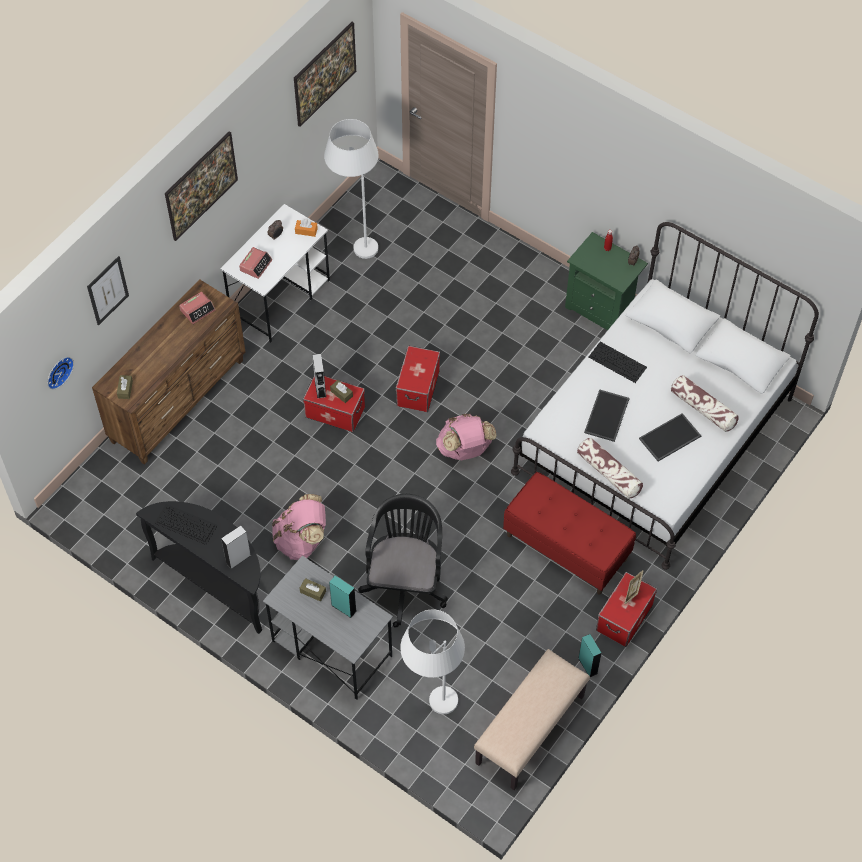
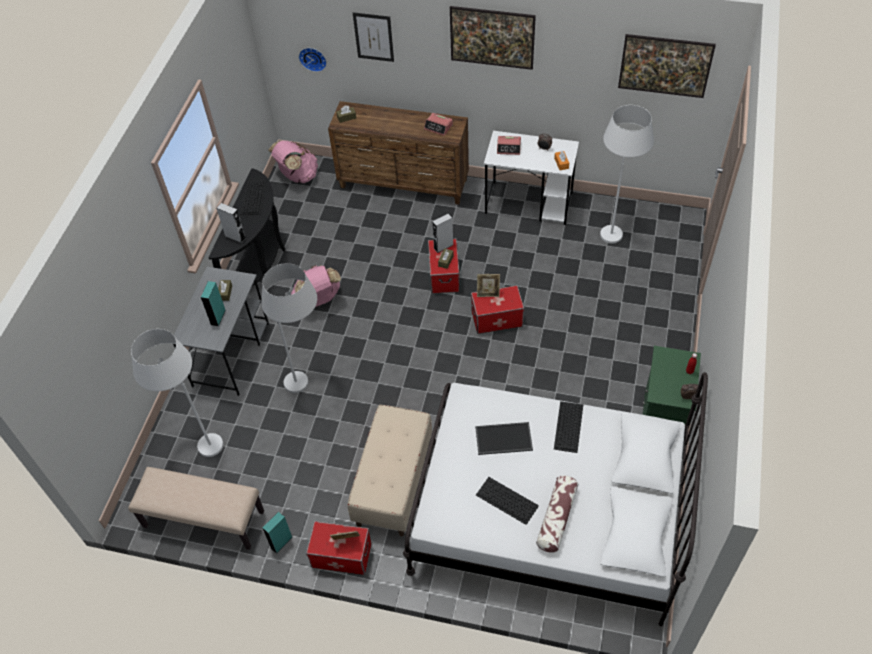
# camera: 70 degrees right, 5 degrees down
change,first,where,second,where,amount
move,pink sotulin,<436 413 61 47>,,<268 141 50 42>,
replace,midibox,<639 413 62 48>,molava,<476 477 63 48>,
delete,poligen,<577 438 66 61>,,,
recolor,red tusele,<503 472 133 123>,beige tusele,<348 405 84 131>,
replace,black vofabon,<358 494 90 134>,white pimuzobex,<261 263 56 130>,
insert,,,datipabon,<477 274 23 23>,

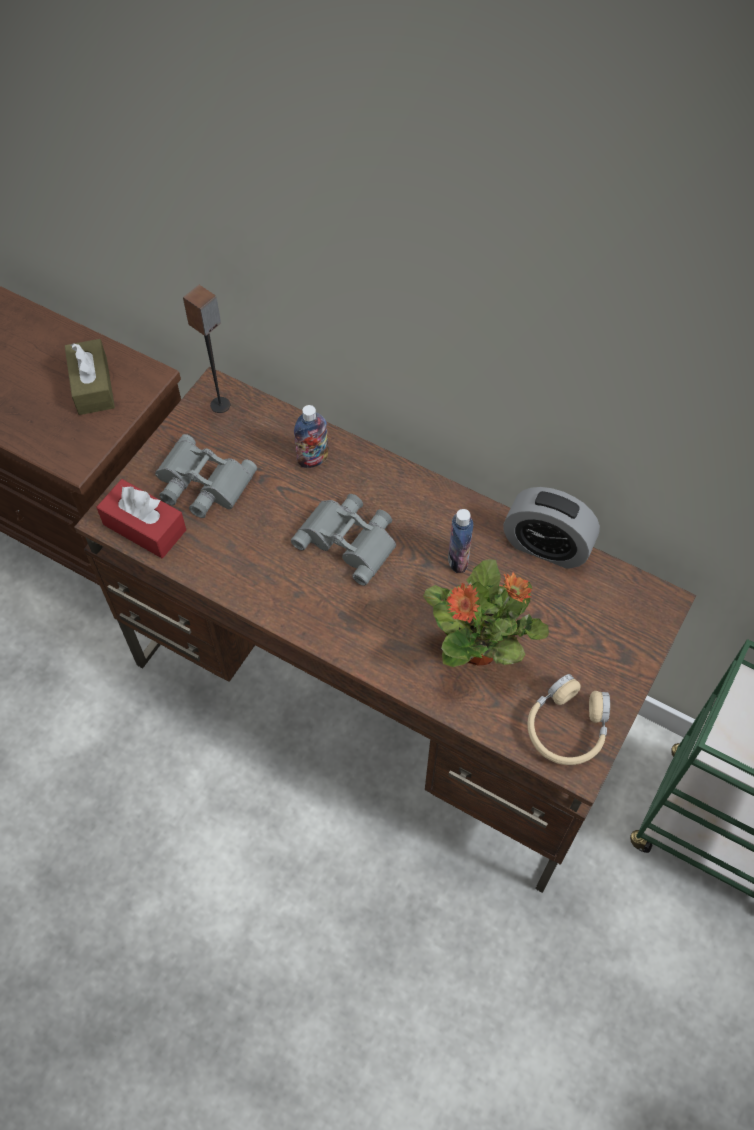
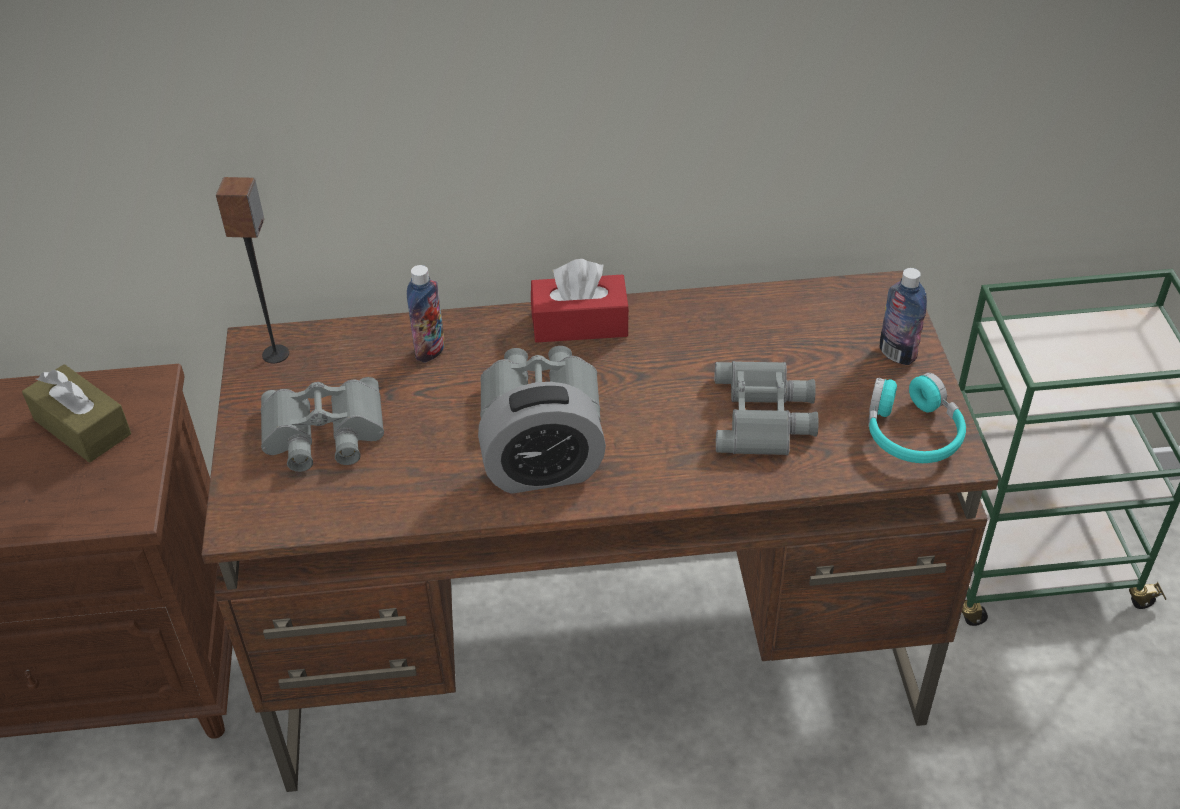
# camera: 35 degrees left, 15 degrees down
change,first,where,second,where,amount
move,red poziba,<97 479 89 79>,,<531 259 98 84>,
move,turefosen,<503 487 97 81>,,<478 382 128 112>,
move,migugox,<448 509 25 64>,,<880 268 47 97>,
replace,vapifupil,<423 559 126 108>,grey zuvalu,<715 361 104 94>,
recolor,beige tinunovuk,<527 674 83 91>,turquoise tinunovuk,<868 373 98 90>,

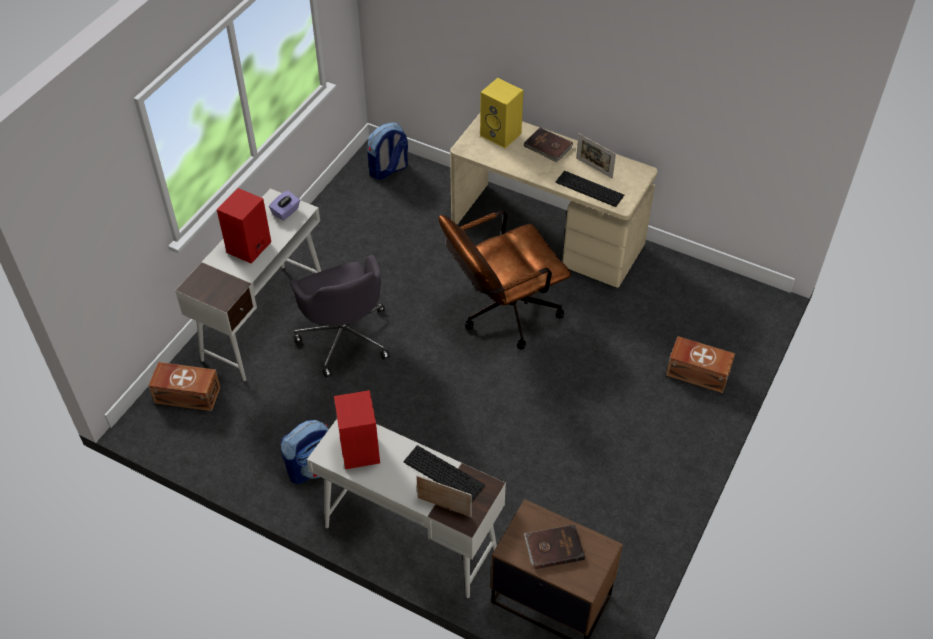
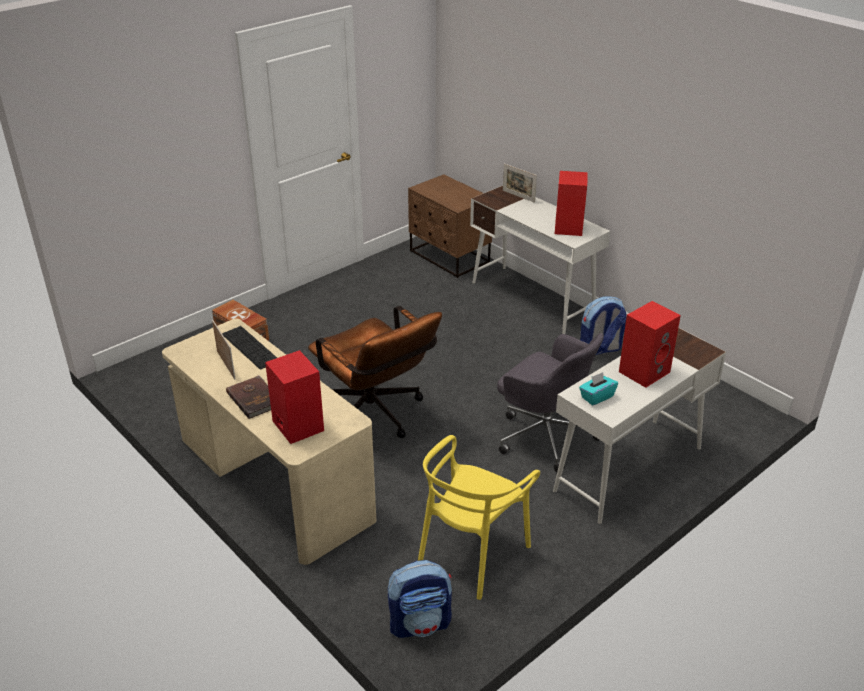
# camera: 160 degrees left, 15 degrees down
change,first,where,second,where,amount
recolor,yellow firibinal,<480 78 43 70>,red firibinal,<265 350 59 94>,
recolor,purple poziba,<269 191 31 30>,turquoise poziba,<579 372 39 34>,
rotate,brown vofabon,<439 210 132 139>,,<308 306 134 132>,60 degrees clockwise
rotate,grey vofabon,<289 255 101 122>,,<497 333 107 139>,135 degrees clockwise
delete,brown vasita,<148 362 73 49>,,,
delete,molava,<403 445 82 58>,,,
delete,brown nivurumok,<524 524 61 45>,,,
insert,,,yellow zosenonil,<418 435 122 165>,

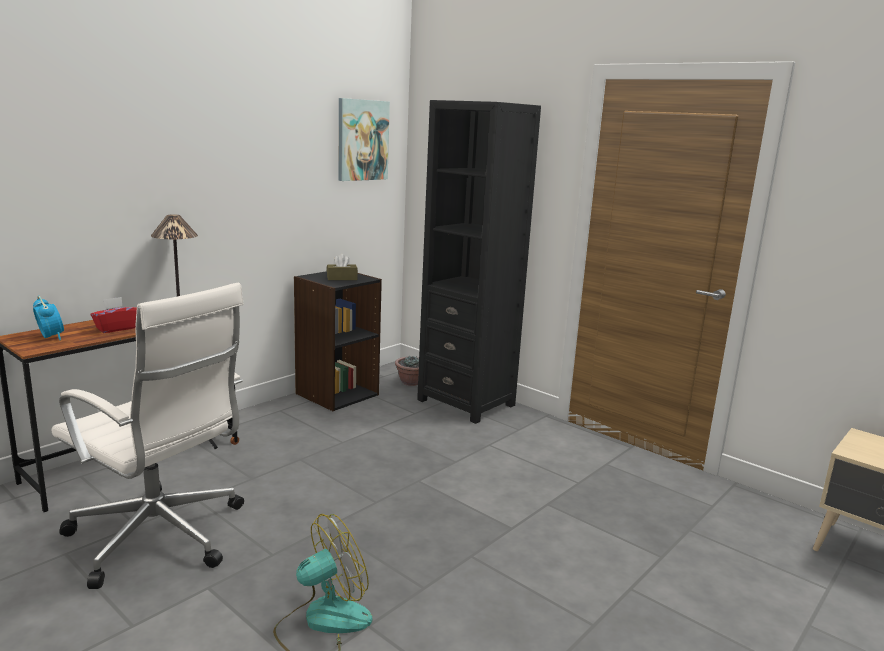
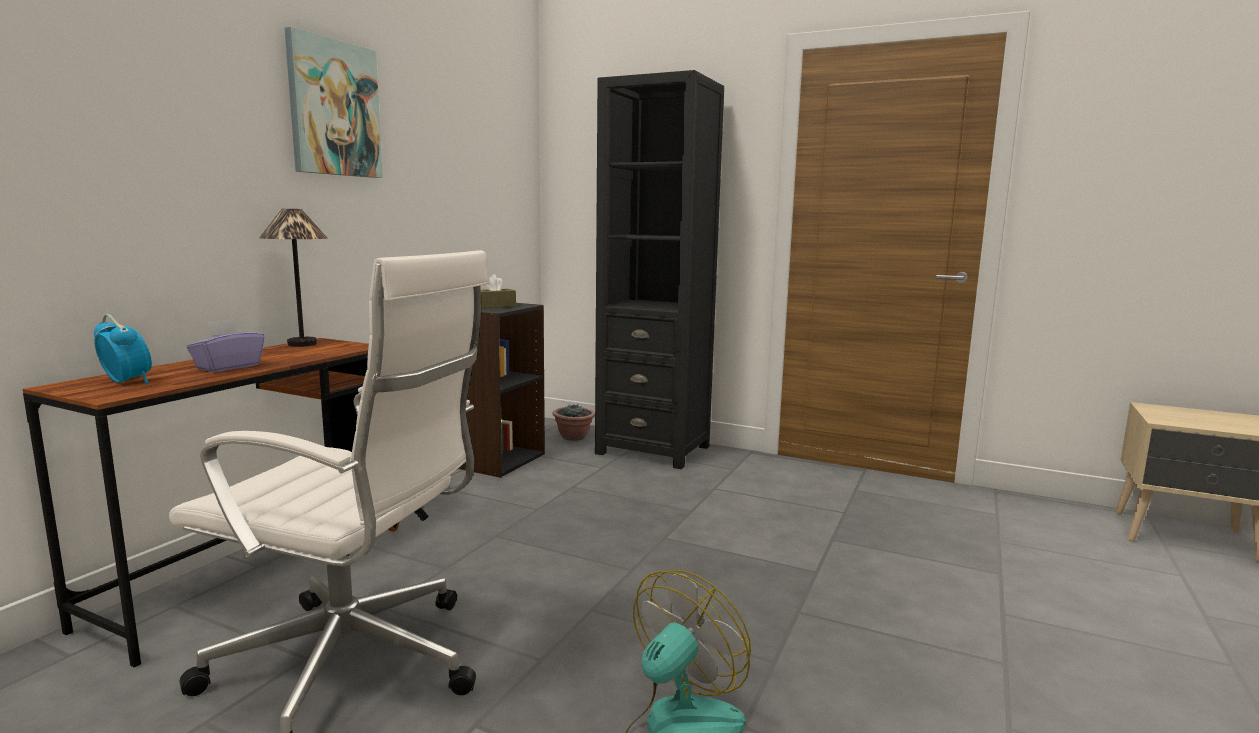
# camera: 15 degrees left, 5 degrees down
change,first,where,second,where,amount
move,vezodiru,<338 98 52 83>,,<285 27 98 151>,
recolor,red poziba,<91 297 46 36>,purple poziba,<187 319 78 53>,

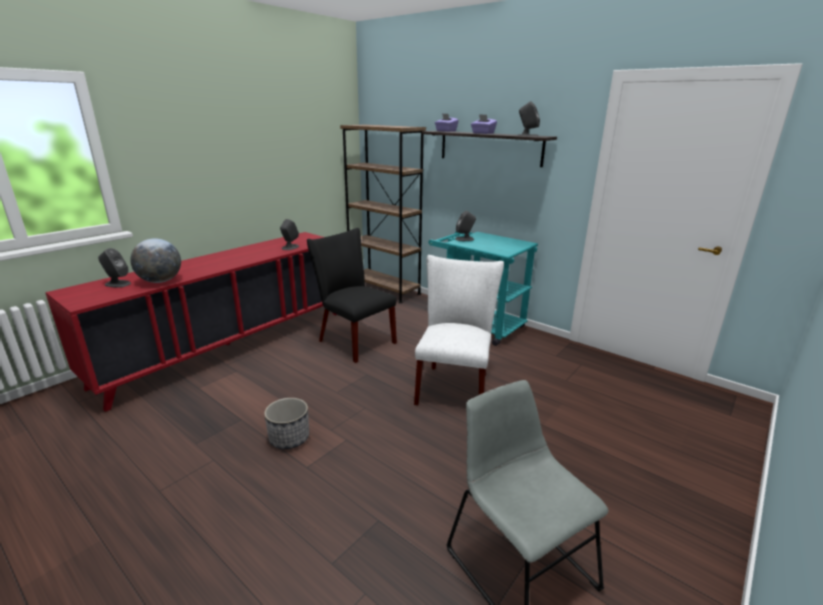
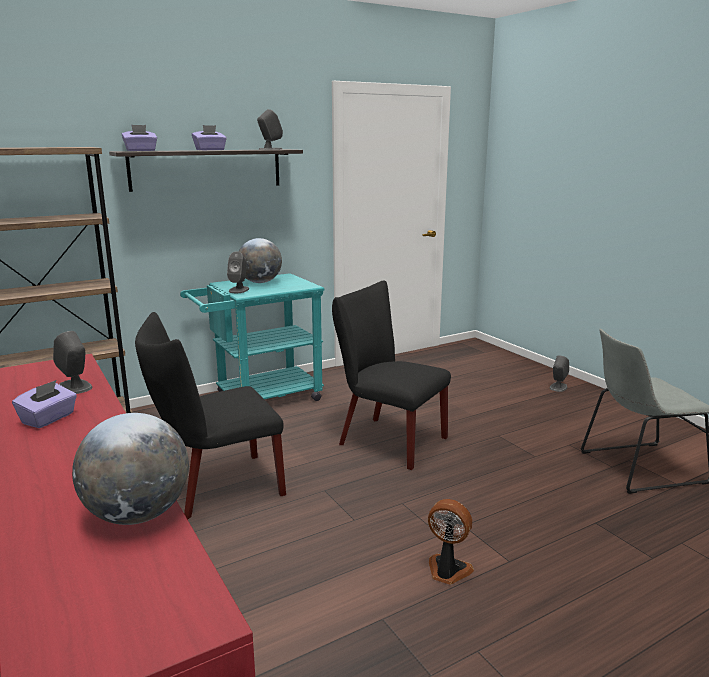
# camera: 70 degrees left, 5 degrees down
change,first,where,second,where,amount
move,grey firibinal,<98 248 33 40>,,<549 356 20 36>,
recolor,white zosenonil,<414 255 90 150>,black zosenonil,<332 280 119 190>,
replace,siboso,<264 398 45 51>,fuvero,<428 499 46 86>,
insert,,,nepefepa,<239 238 43 45>,
insert,,,purple poziba,<12 380 65 48>,

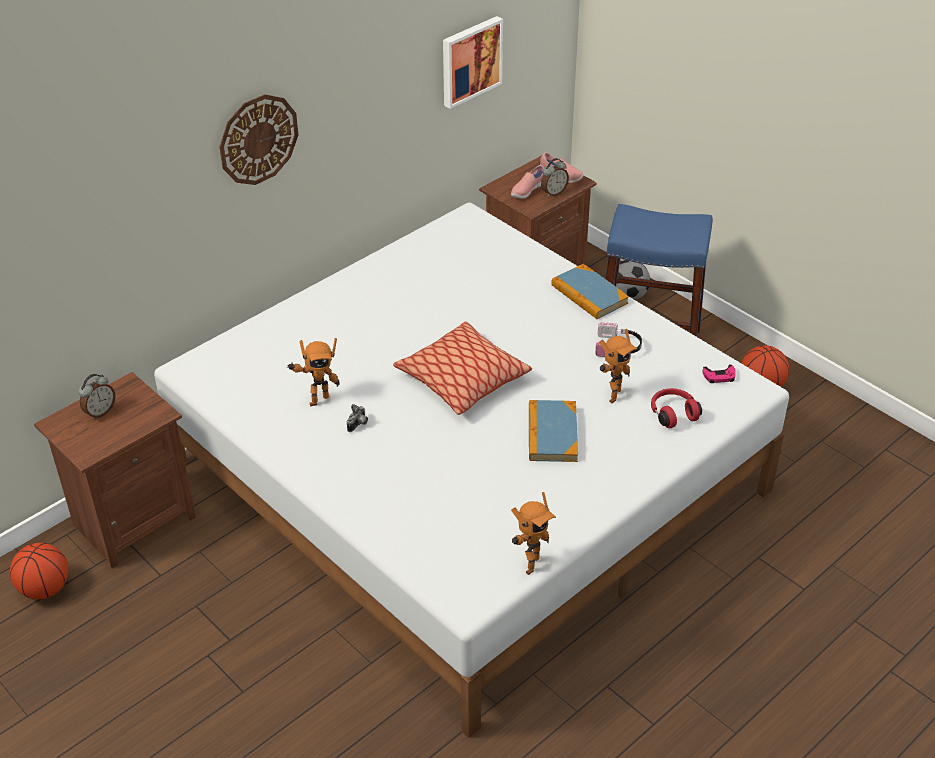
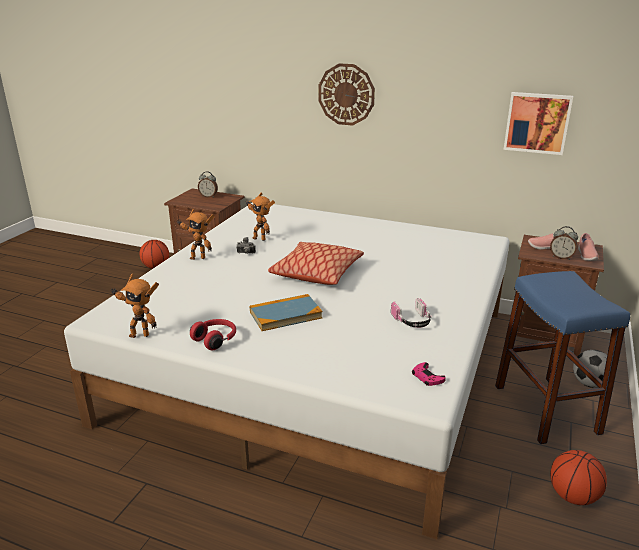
# camera: 65 degrees right, 15 degrees down
change,first,where,second,where,amount
delete,nivurumok,<551 264 78 55>,,,
move,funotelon,<599 329 39 74>,,<176 208 39 52>,
move,red tinunovuk,<651 388 51 40>,,<190 319 46 31>,

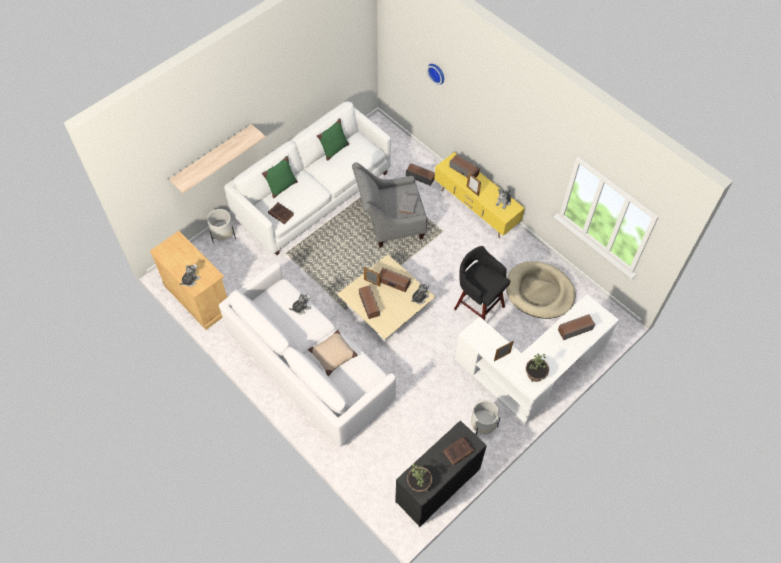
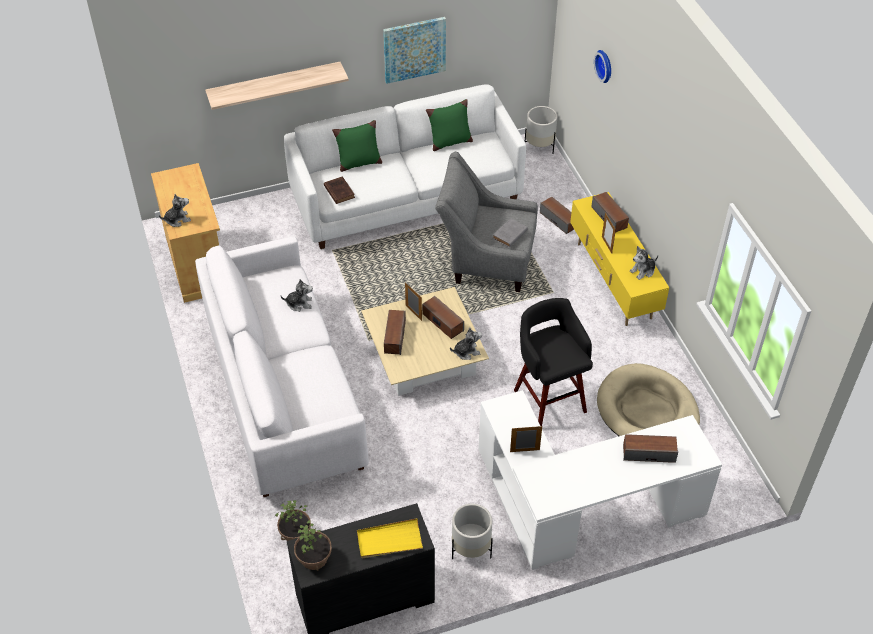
# camera: 25 degrees right, 10 degrees down
change,first,where,second,where,amount
move,white siboso,<207 209 29 34>,,<525 106 33 48>,
delete,beige poligen,<308 330 50 46>,,,
move,vapifupil,<526 354 23 28>,,<275 500 36 41>,
replace,brown nivurumok,<443 436 31 30>,yellow midibox,<357 518 66 40>,
insert,,,vezodiru,<383 17 63 67>,

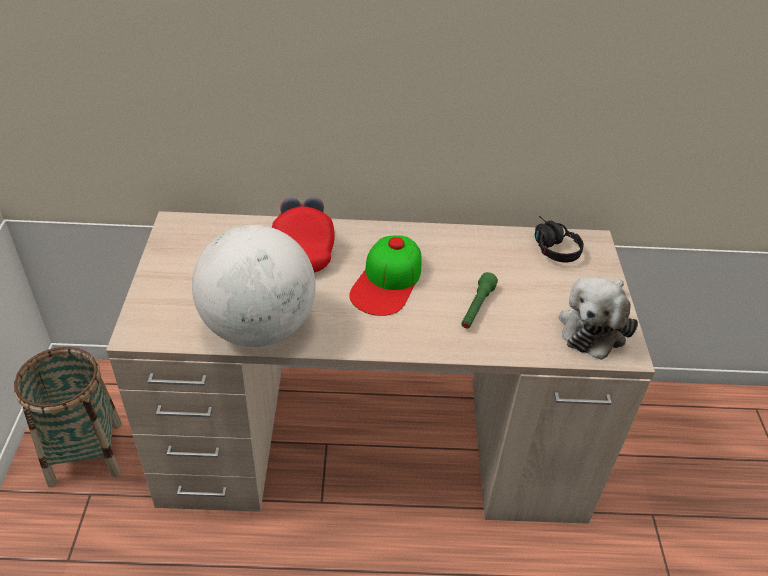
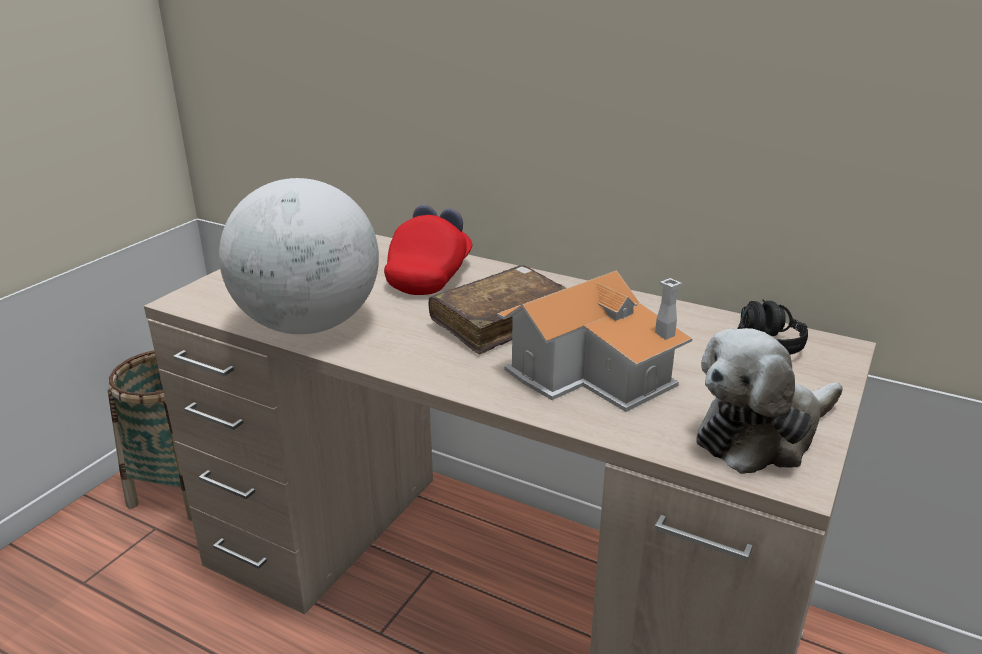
# camera: 30 degrees right, 15 degrees down
change,first,where,second,where,amount
replace,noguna,<349 235 73 81>,brown nivurumok,<428 265 138 90>,
replace,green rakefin,<461 272 37 57>,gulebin,<497 270 196 142>,

